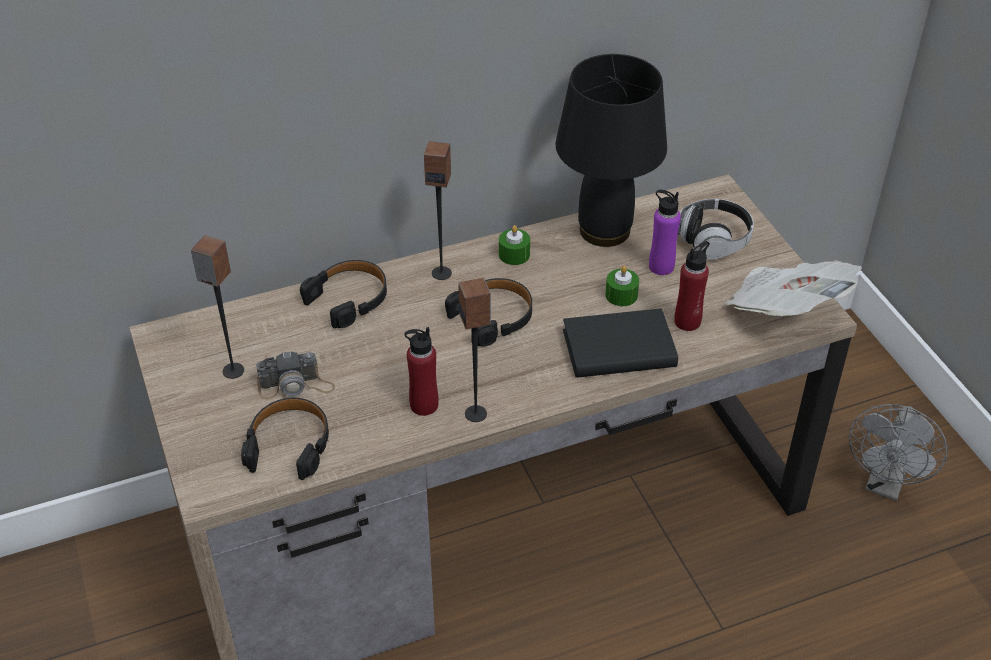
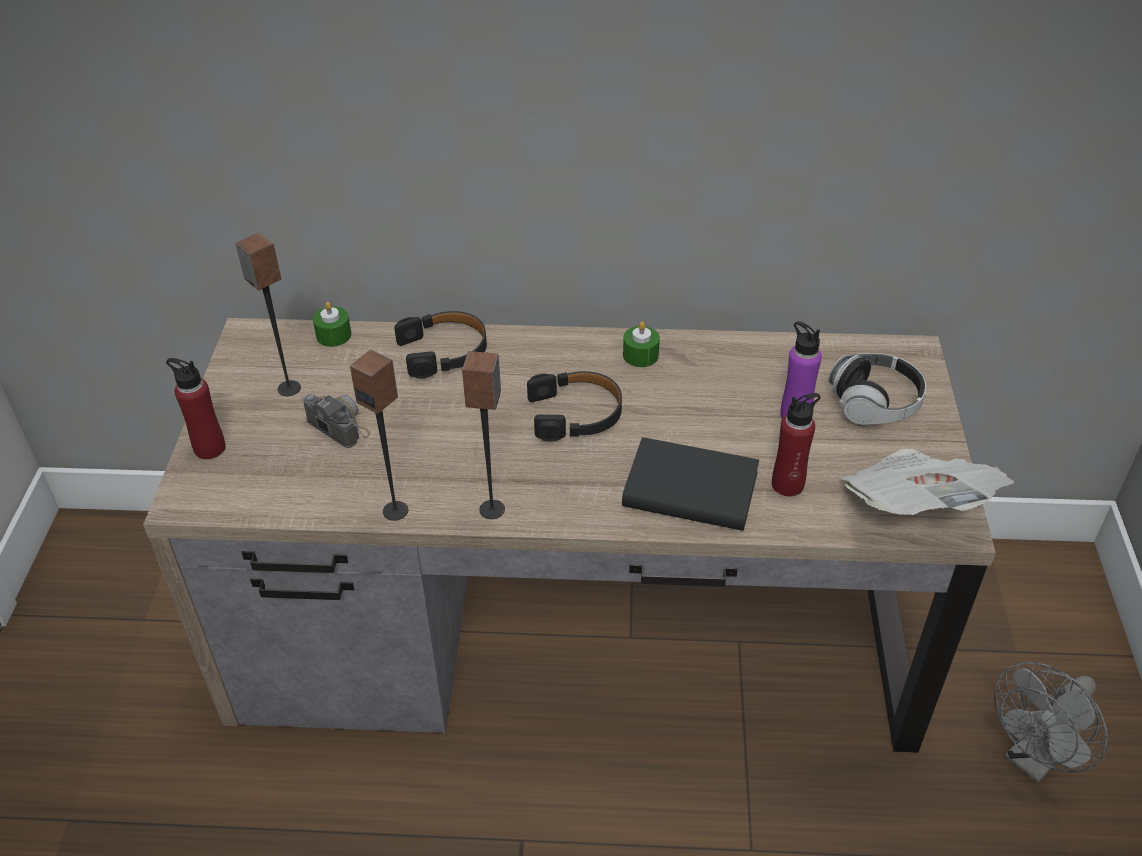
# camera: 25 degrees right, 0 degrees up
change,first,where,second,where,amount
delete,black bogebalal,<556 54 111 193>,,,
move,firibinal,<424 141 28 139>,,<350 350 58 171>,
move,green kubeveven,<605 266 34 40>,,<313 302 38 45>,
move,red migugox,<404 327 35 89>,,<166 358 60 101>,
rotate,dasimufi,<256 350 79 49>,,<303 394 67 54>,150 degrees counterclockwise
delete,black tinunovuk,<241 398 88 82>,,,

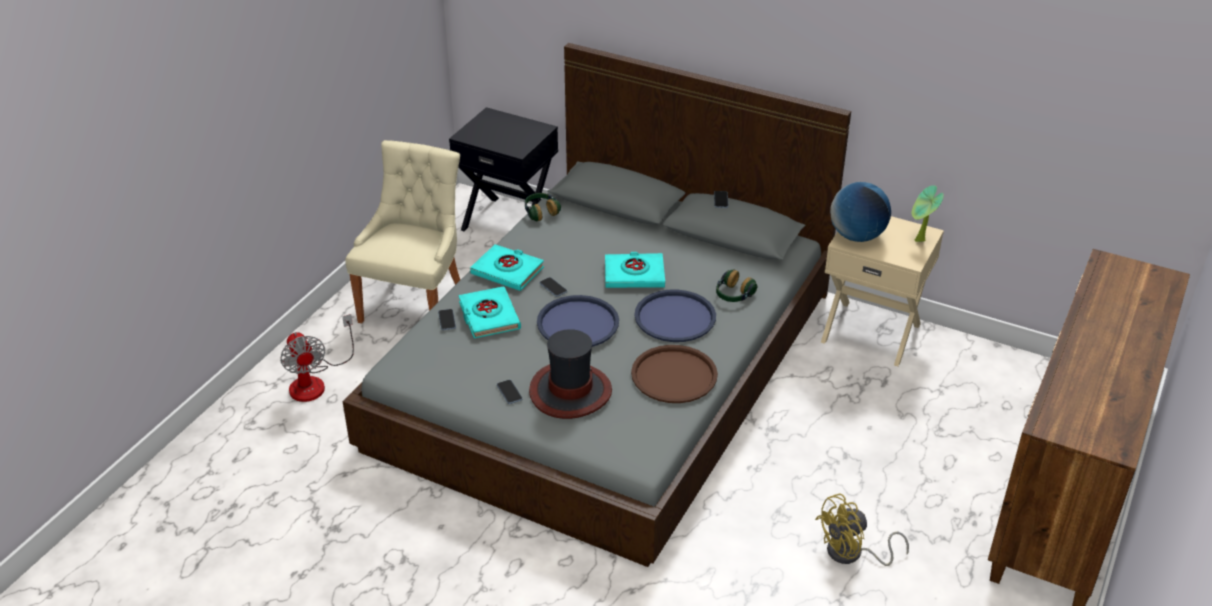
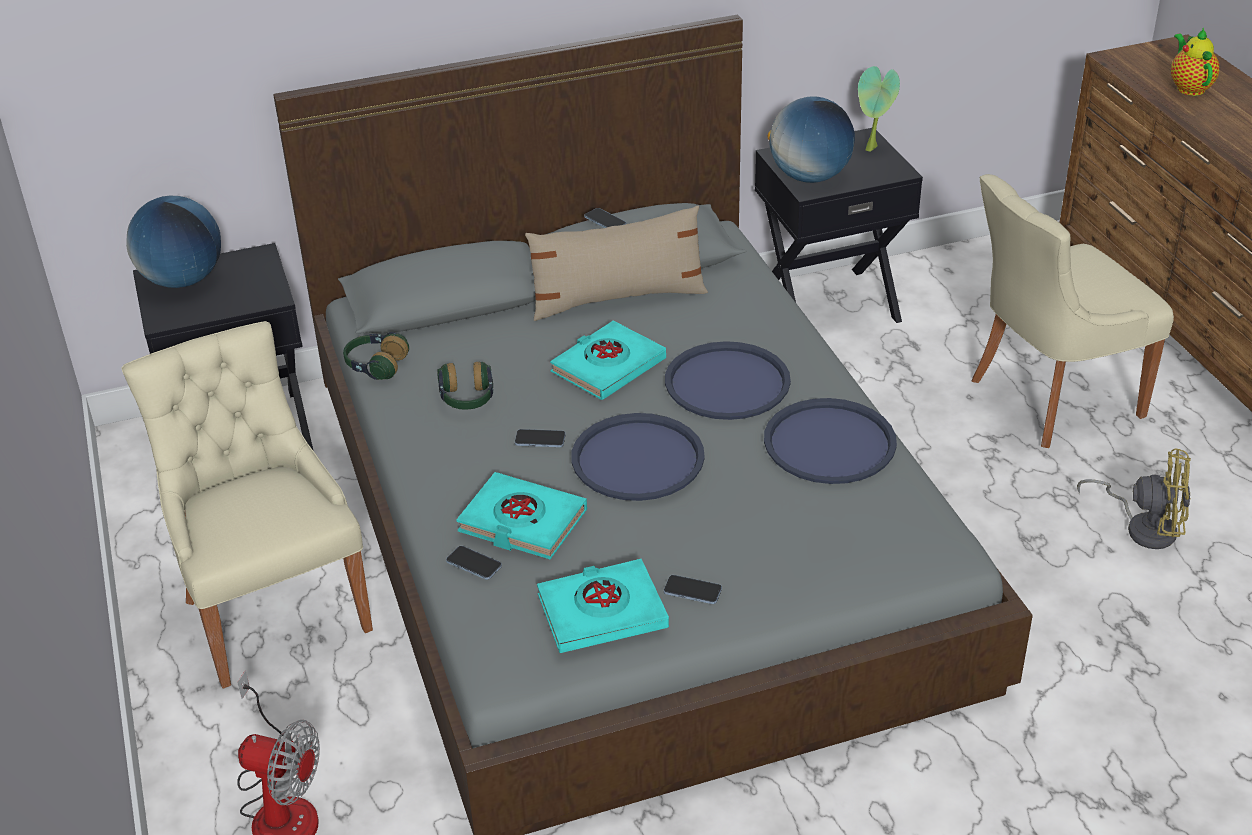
# camera: 45 degrees left, 0 degrees up
change,first,where,second,where,amount
recolor,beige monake,<821 216 123 150>,black monake,<755 128 168 195>,
move,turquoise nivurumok,<470 244 74 47>,,<537 559 132 94>,
move,tinunovuk,<716 269 41 33>,,<437 362 56 48>,
delete,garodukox,<529 329 83 90>,,,
recolor,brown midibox,<631 345 87 58>,blue midibox,<764 398 133 86>,
rotate,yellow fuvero,<815 493 94 73>,,<1077 448 114 101>,90 degrees counterclockwise
insert,,,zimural,<1171 28 48 68>,
insert,,,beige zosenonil,<972 174 202 274>,
insert,,,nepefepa,<126 196 95 92>,
insert,,,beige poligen,<525 206 183 115>,

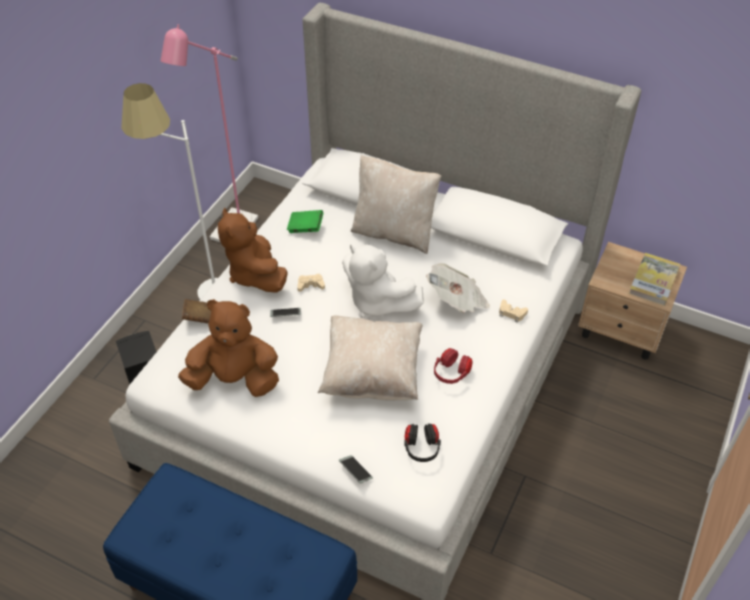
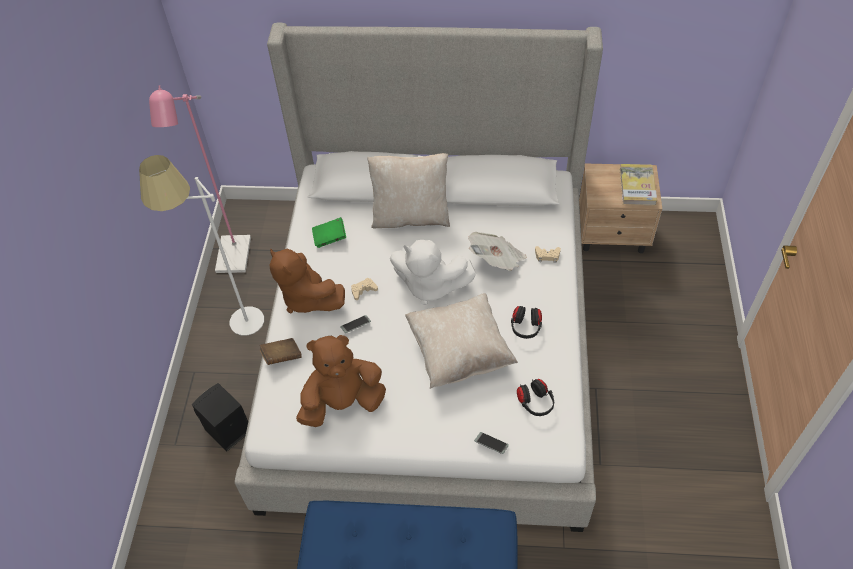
# camera: 20 degrees left, 5 degrees up
change,first,where,second,where,amount
recolor,red tinunovuk,<434 348 39 36>,black tinunovuk,<511 306 31 33>,

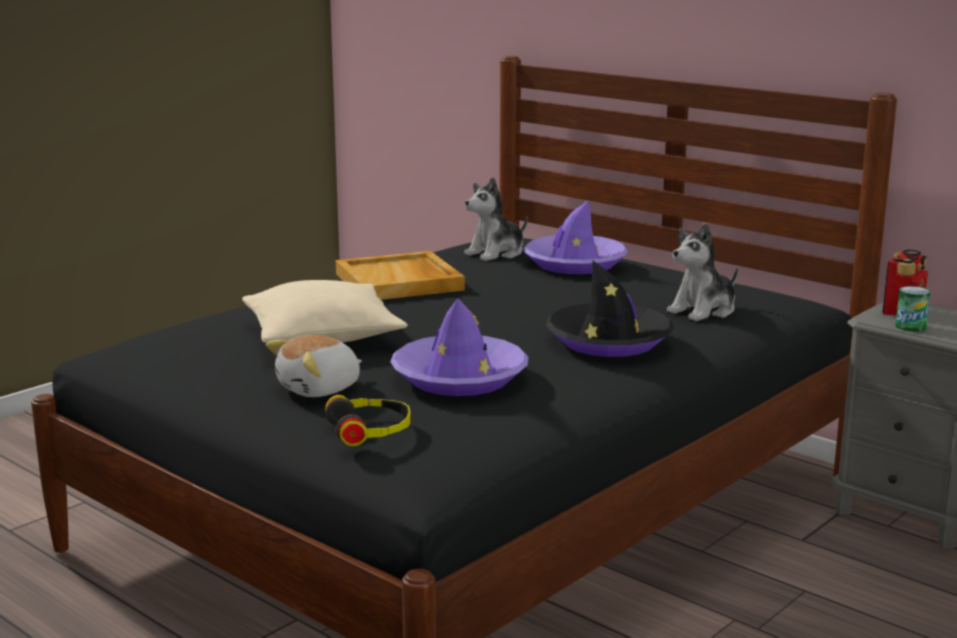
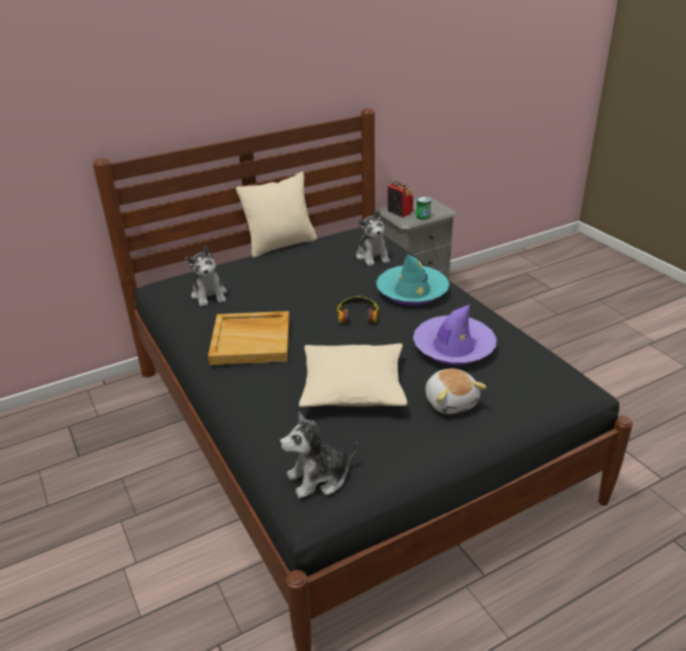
# camera: 70 degrees left, 15 degrees up
change,first,where,second,where,amount
delete,purple garodukox,<523 200 105 75>,,,
recolor,black garodukox,<546 260 128 97>,turquoise garodukox,<376 254 73 52>,
move,tinunovuk,<325 395 85 51>,,<337 296 41 28>,
insert,,,beige poligen,<236 172 81 86>,
insert,,,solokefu,<280 411 77 88>,

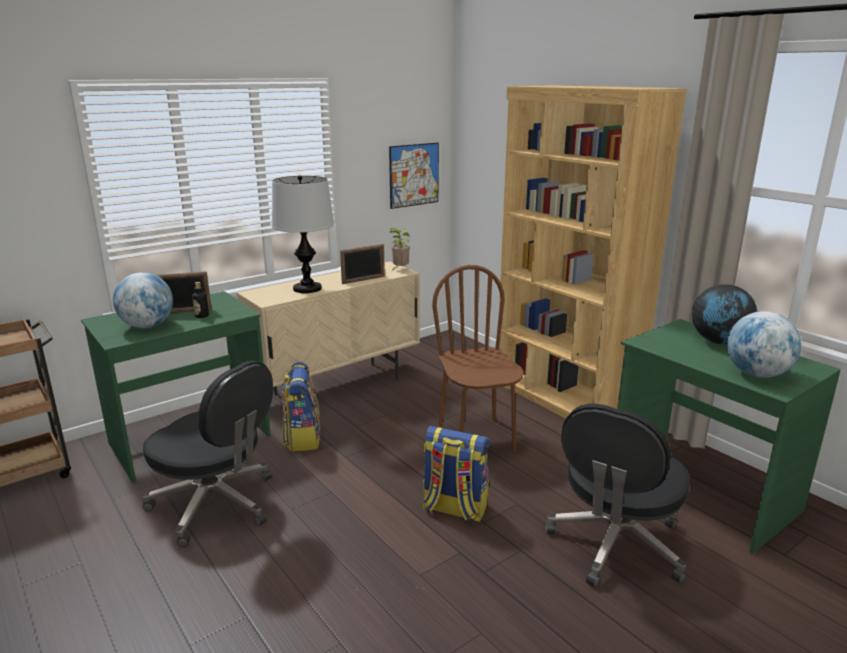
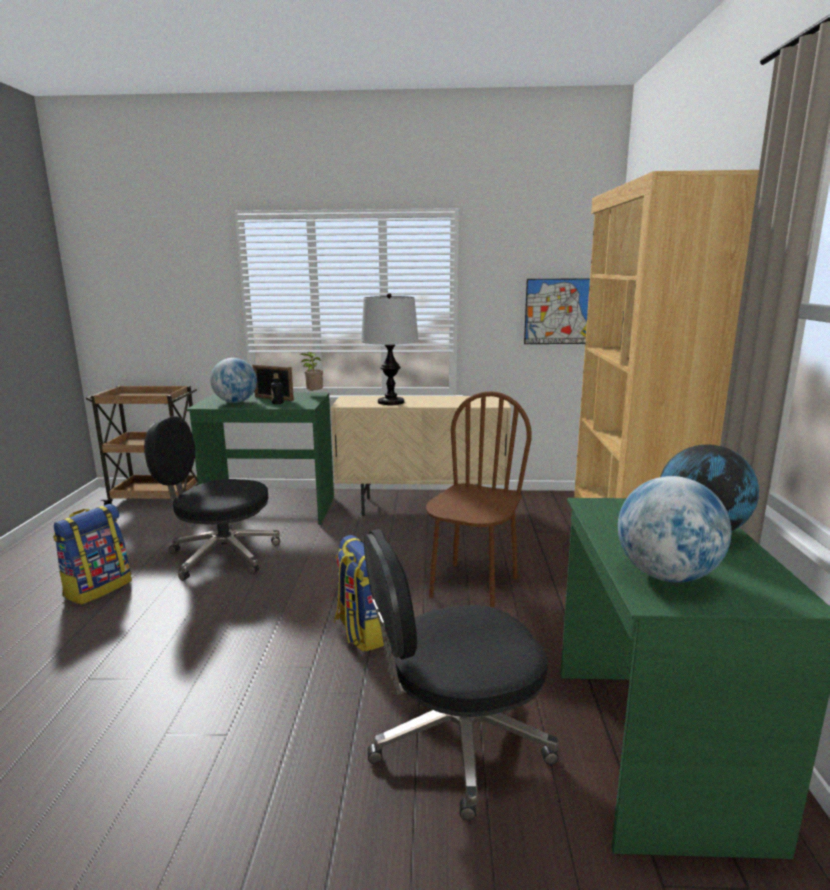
# camera: 40 degrees right, 5 degrees down
change,first,where,second,where,amount
move,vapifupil,<390 228 20 44>,,<300 352 23 41>,
delete,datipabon,<340 244 45 40>,,,
rotate,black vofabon,<142 360 131 187>,,<144 416 136 165>,120 degrees clockwise
move,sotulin,<282 362 38 89>,,<53 504 79 101>,

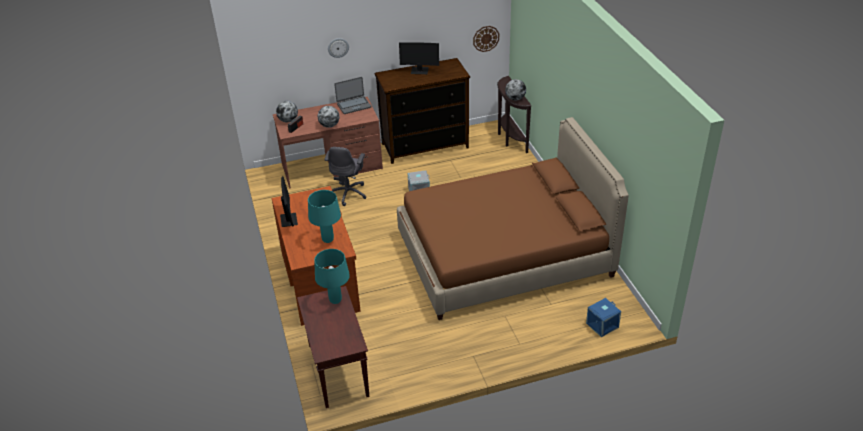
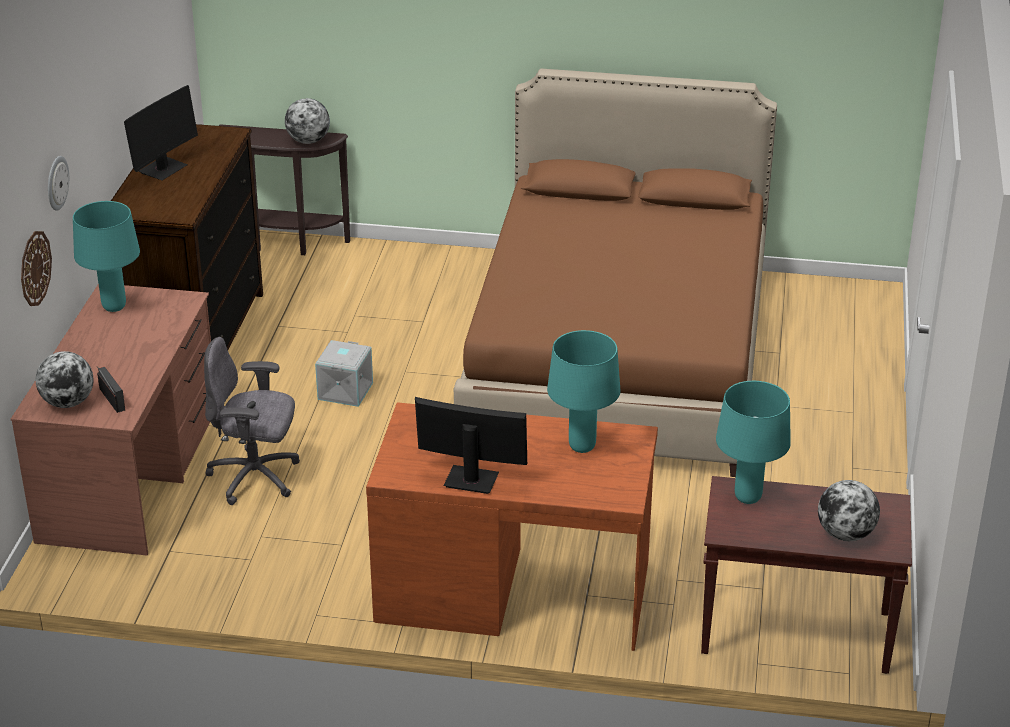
# camera: 65 degrees left, 5 degrees down
change,first,where,second,where,amount
move,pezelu,<473 26 26 26>,,<21 231 31 75>,
replace,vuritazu,<334 77 37 37>,turquoise bogebalal,<73 201 67 111>,
move,nepefepa,<318 106 21 22>,,<818 480 62 61>,
rotate,grey vofabon,<324 147 43 59>,,<204 337 96 168>,150 degrees clockwise
delete,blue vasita,<586 298 35 39>,,,

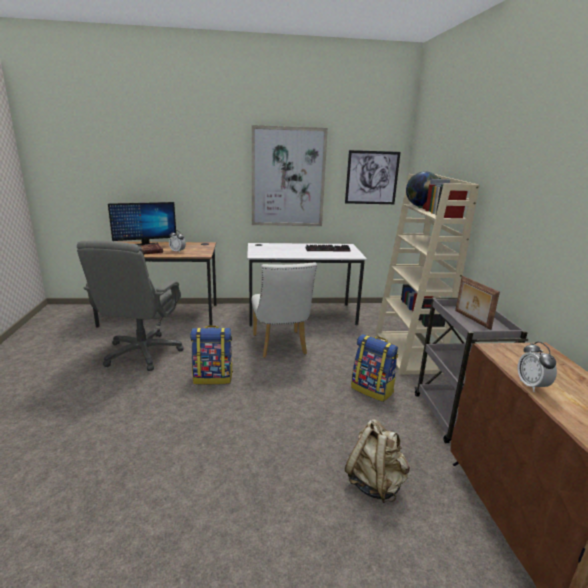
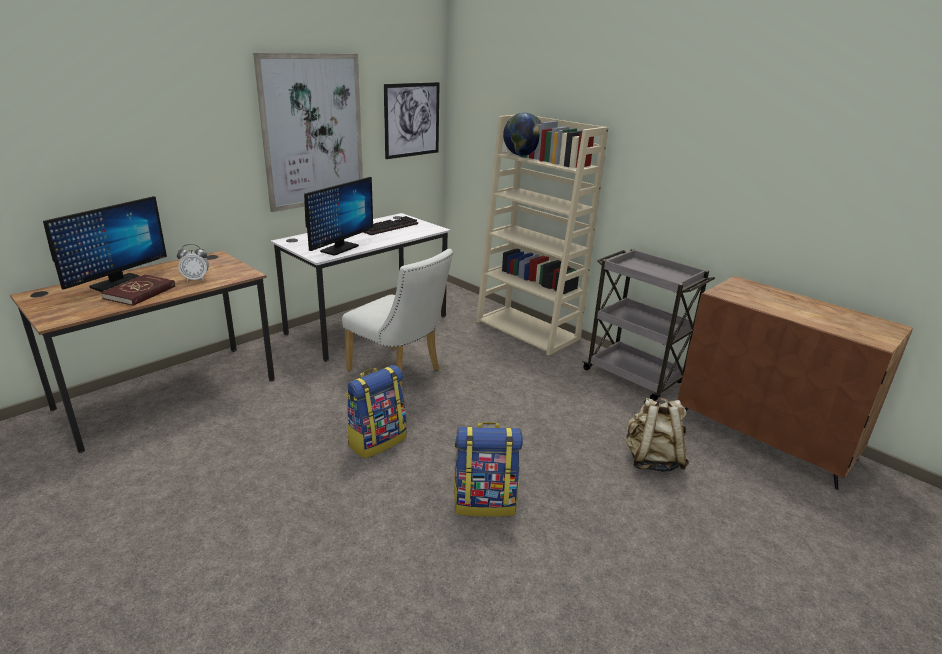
# camera: 40 degrees left, 5 degrees up
change,first,where,second,where,amount
delete,grey vofabon,<77 241 107 130>,,,
delete,datipabon,<455 276 45 54>,,,
move,sotulin,<351 334 47 68>,,<454 422 69 95>,
delete,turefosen,<517 341 40 51>,,,
insert,,,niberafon,<304 177 69 79>,

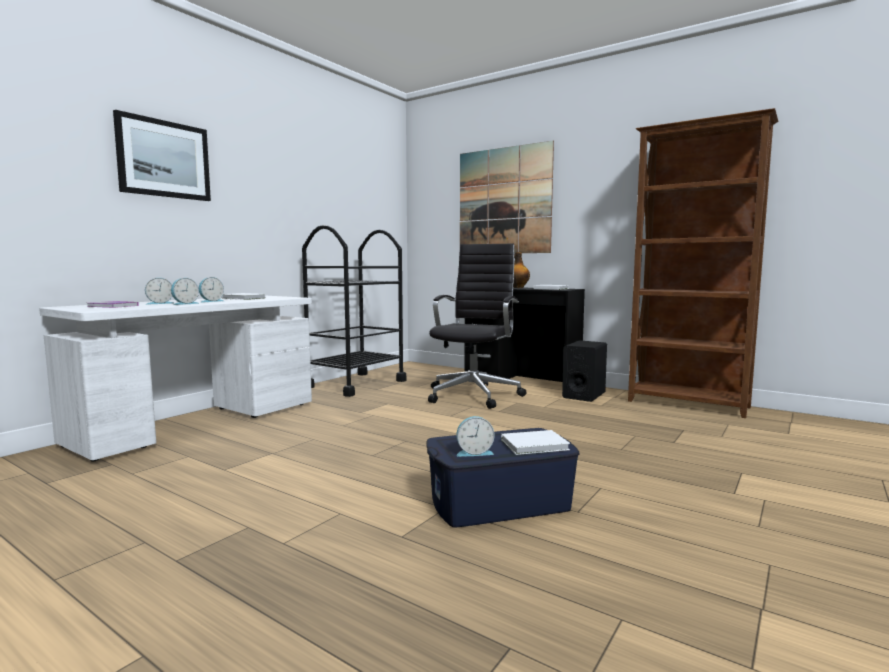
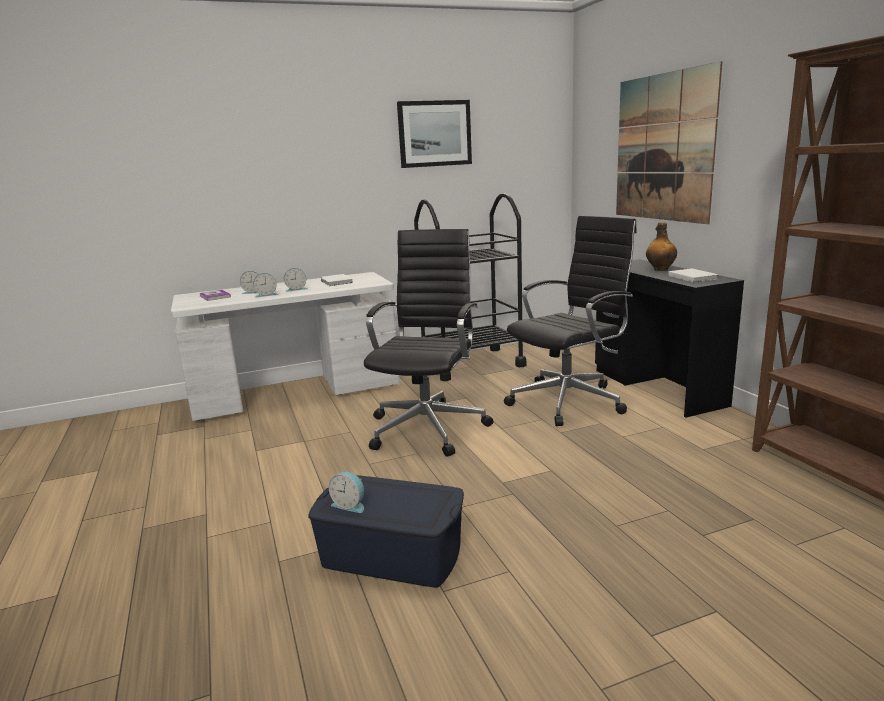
# camera: 35 degrees right, 10 degrees up
change,first,where,second,where,amount
move,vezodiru,<113 110 98 91>,,<397 100 75 68>,
delete,black firibinal,<562 340 45 62>,,,
delete,white nivurumok,<501 430 69 25>,,,
insert,,,black vofabon,<364 229 129 228>,

